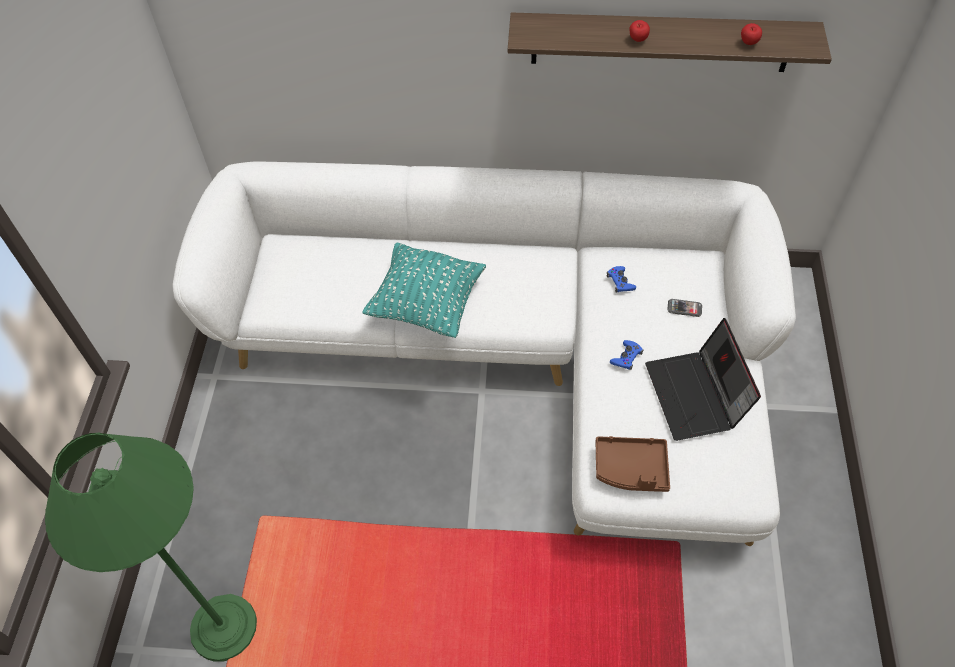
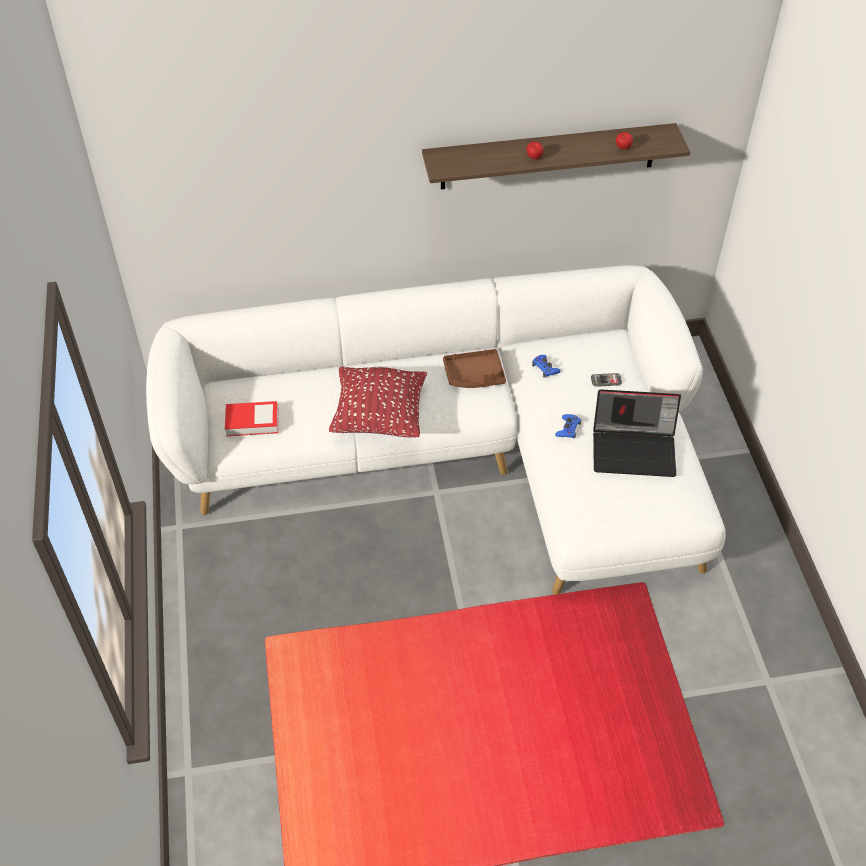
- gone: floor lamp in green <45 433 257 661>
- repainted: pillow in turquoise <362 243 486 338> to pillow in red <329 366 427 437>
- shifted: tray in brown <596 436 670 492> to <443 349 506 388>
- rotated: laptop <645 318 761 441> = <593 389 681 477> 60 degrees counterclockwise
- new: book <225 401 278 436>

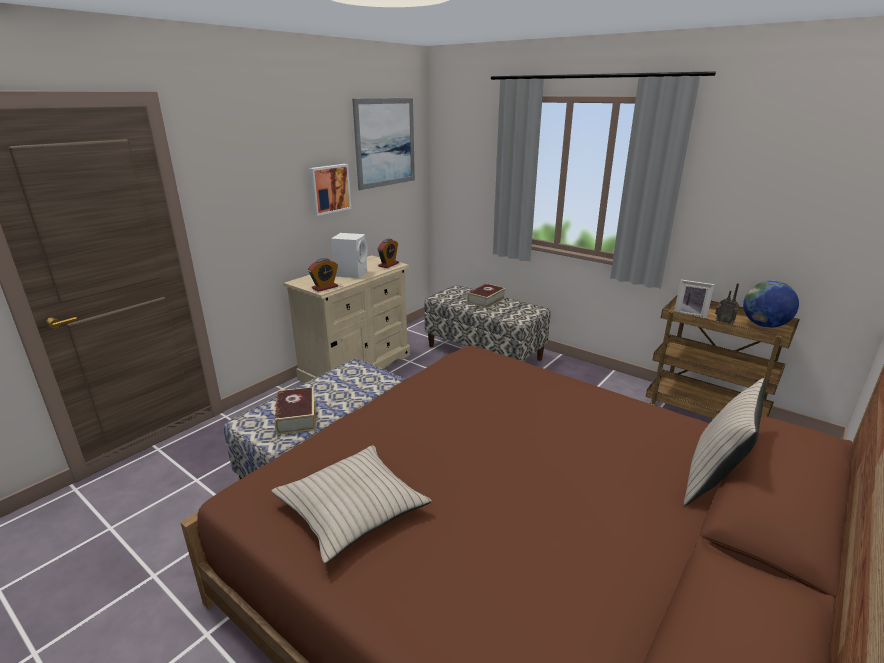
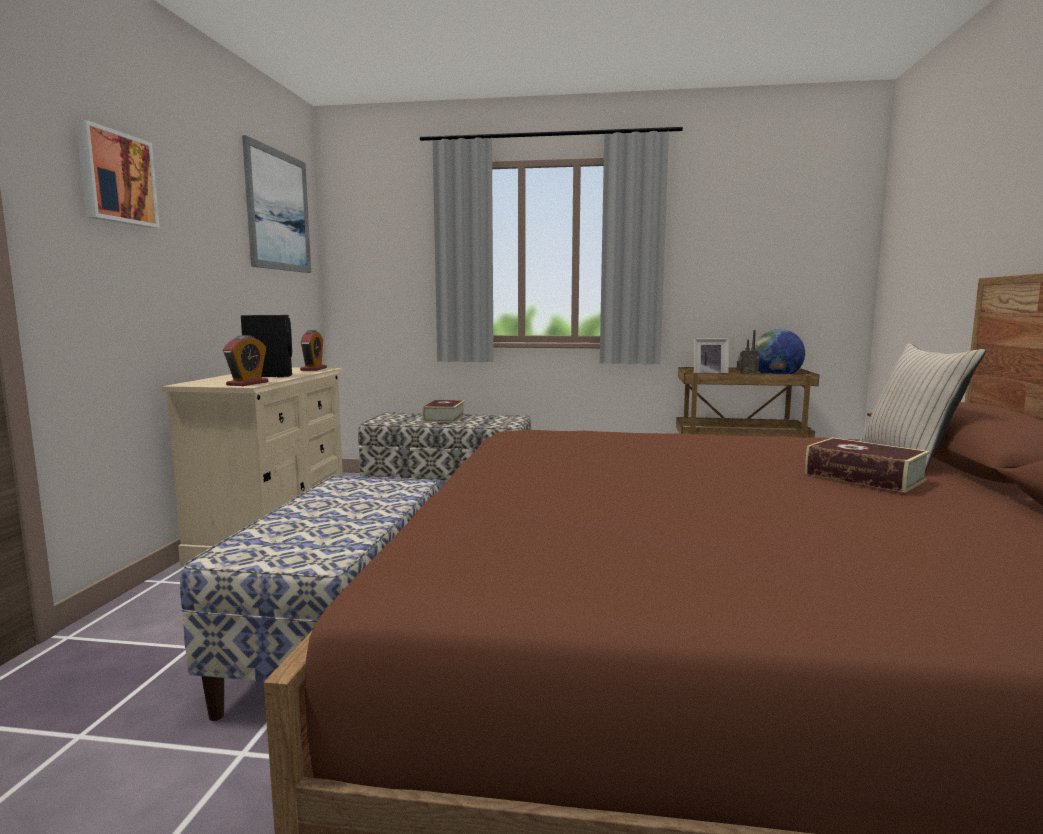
- gone: pillow in beige <271 445 432 564>
- shifted: book <274 387 316 435> to <805 438 930 493>
- shifted: picture <309 164 351 216> to <75 120 160 228>
- repainted: speaker in white <331 233 368 278> to speaker in black <241 315 292 377>

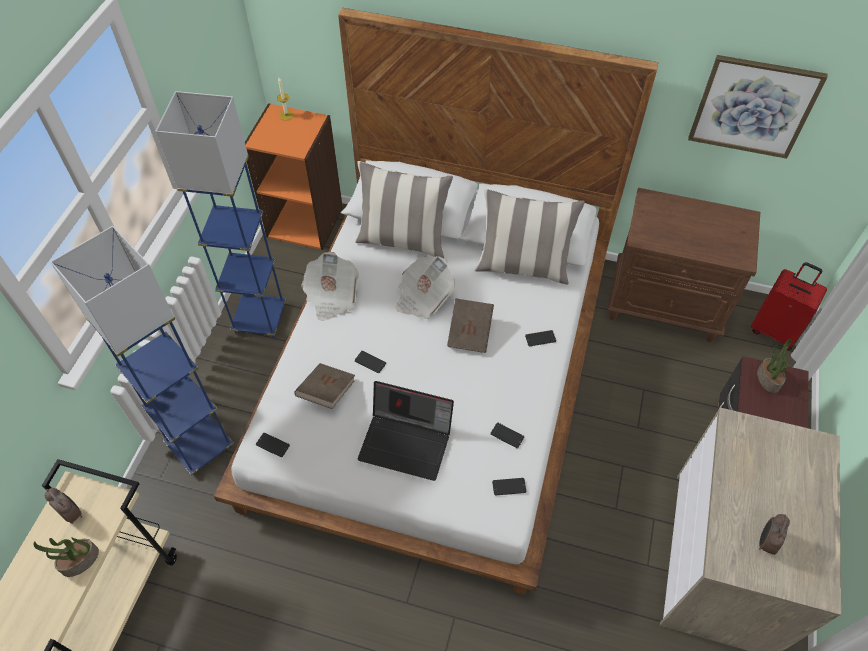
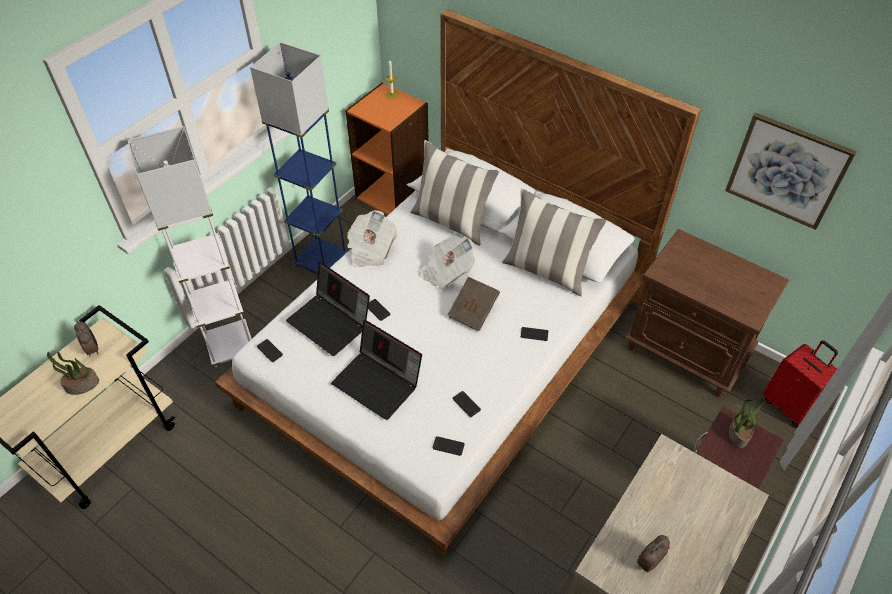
- repainted: floor lamp in blue <51 226 234 475> to floor lamp in white <128 126 252 368>
- swapped: book in brown <294 363 355 409> to laptop <286 262 370 356>

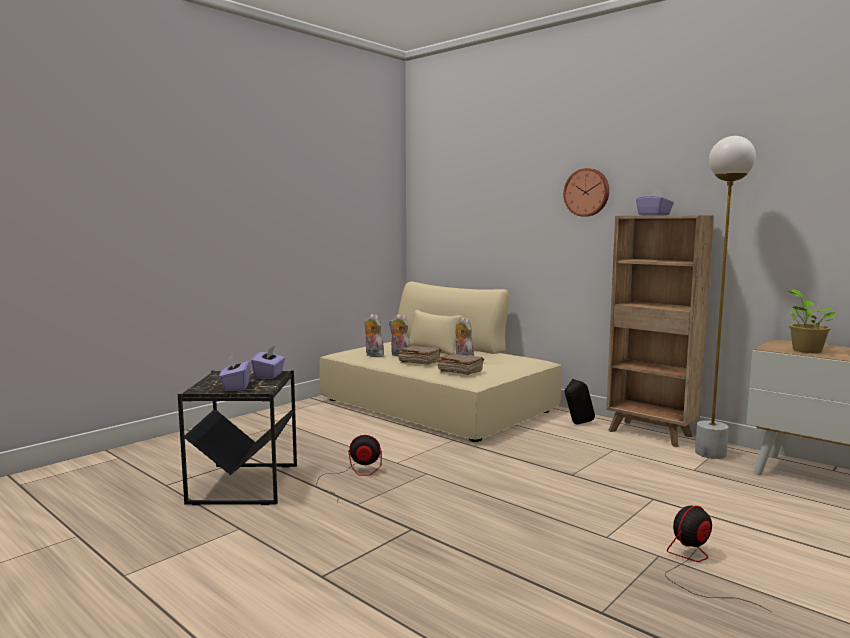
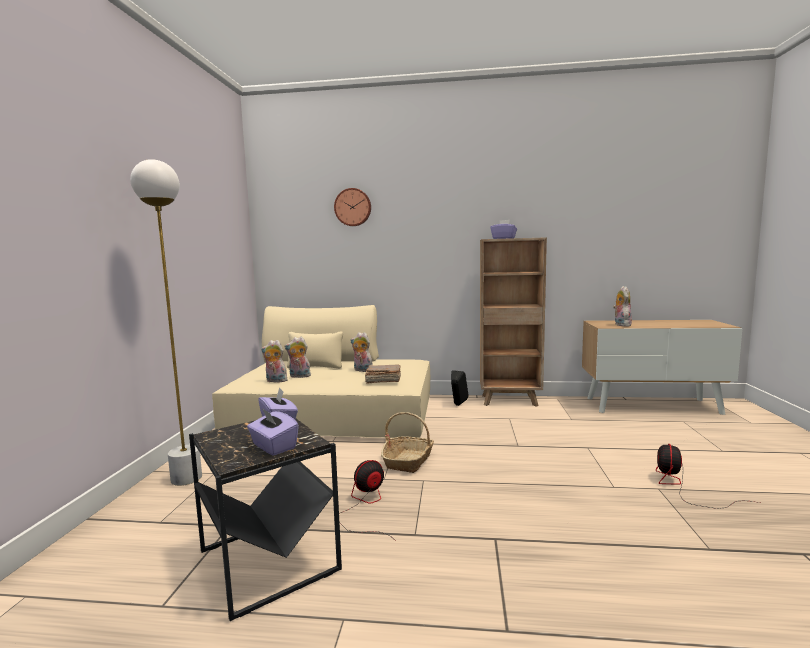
- gone: book in brown <398 345 441 365>
- shifted: wall clock <563 168 609 217> to <334 188 371 226>
- shifted: floor lamp in white <695 136 756 459> to <130 159 202 486>
- swapped: potted plant <788 289 839 353> to plush toy <613 286 632 327>
- new: basket <381 412 434 473>

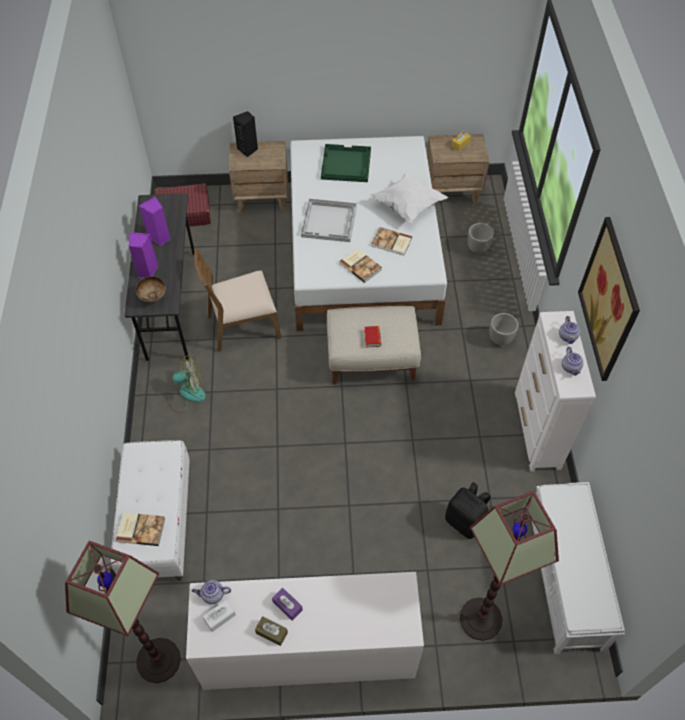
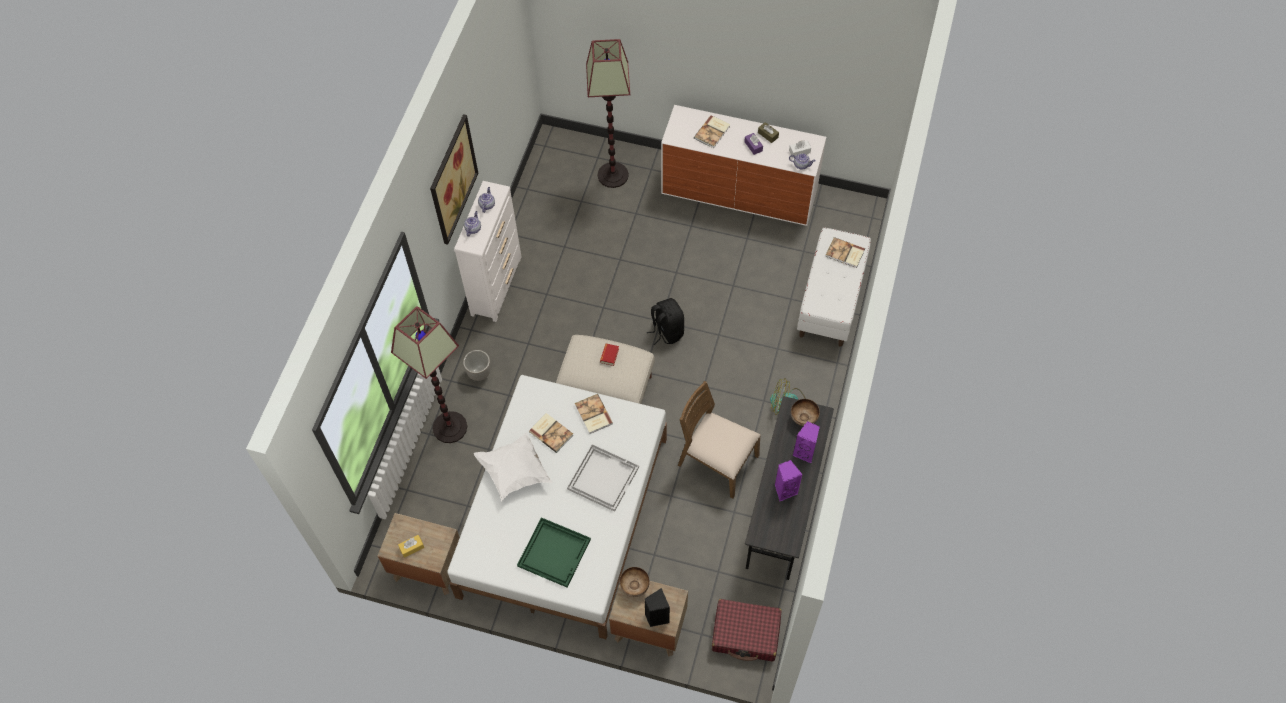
- shifted: floor lamp <65 541 181 683> to <391 306 467 443>
- rotated: chair in brown <194 248 281 352> = <678 381 761 499> 150 degrees counterclockwise
- shifted: backpack in black <445 482 491 539> to <647 298 684 345>
- gone: planter <468 223 494 254>
- gone: bench in white <528 482 625 654>
- new: bowl <620 567 650 597>
- new: book <694 115 730 148>

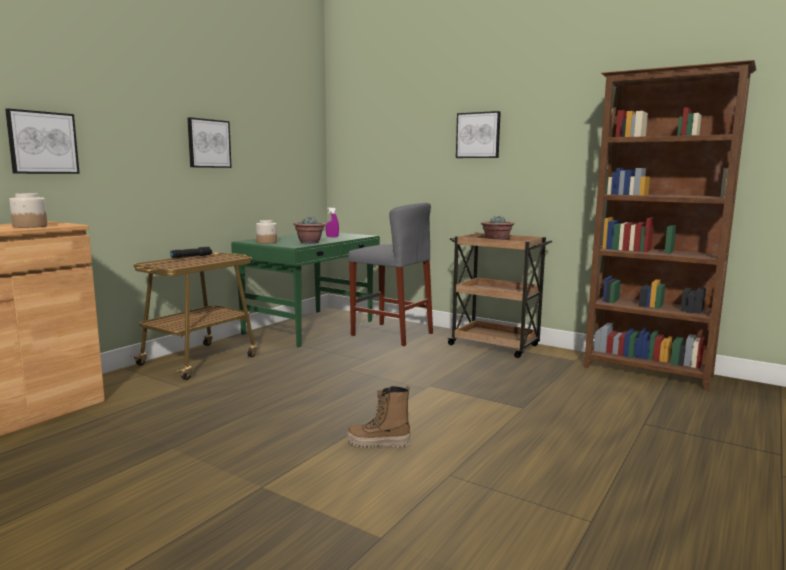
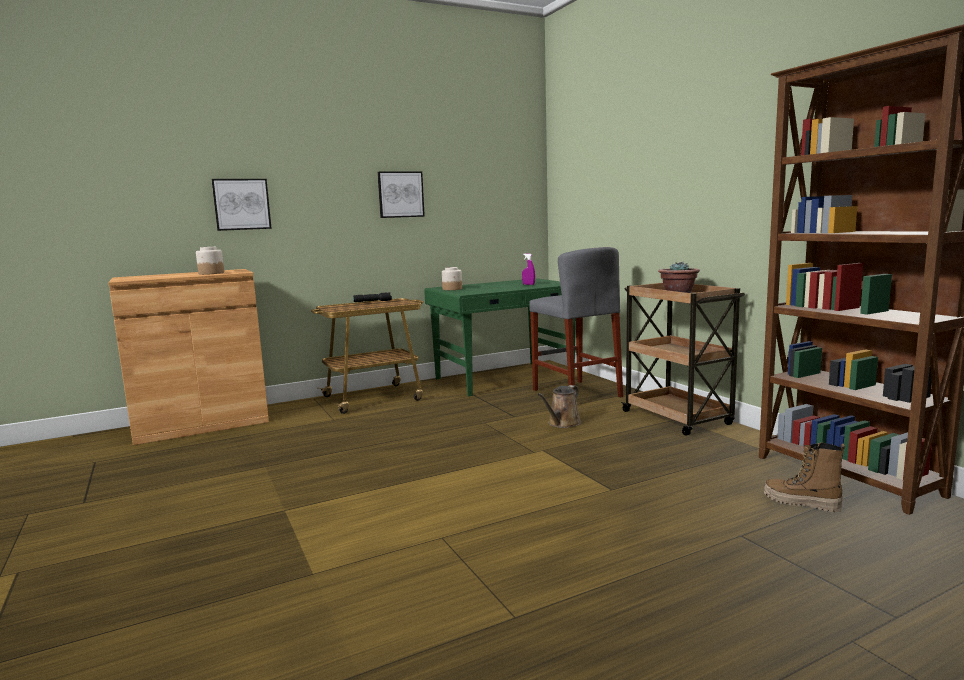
- gone: potted plant <293 217 326 244>
- shifted: boot <347 385 410 448> to <764 442 845 512>
- gone: picture <456 111 501 158>
- new: watering can in brown <537 385 581 428>

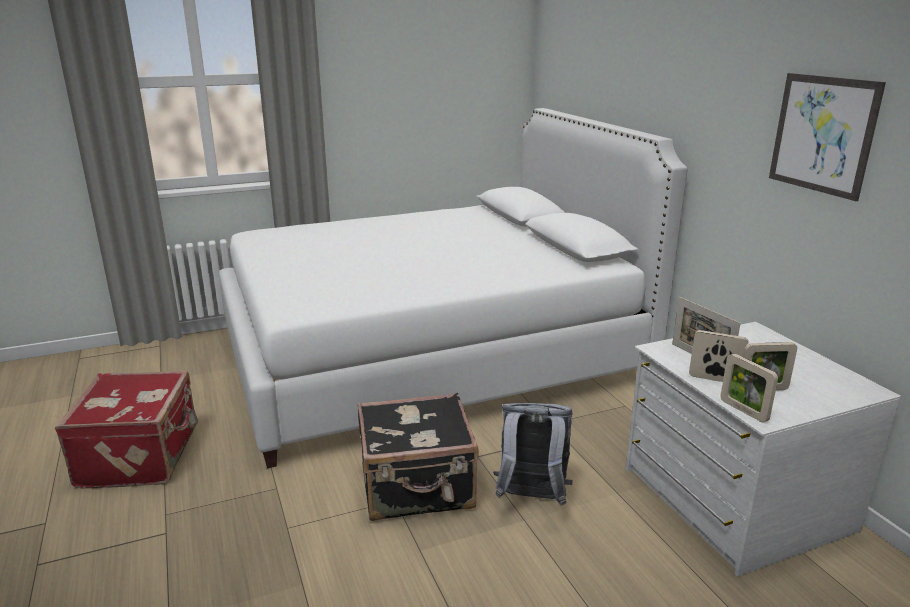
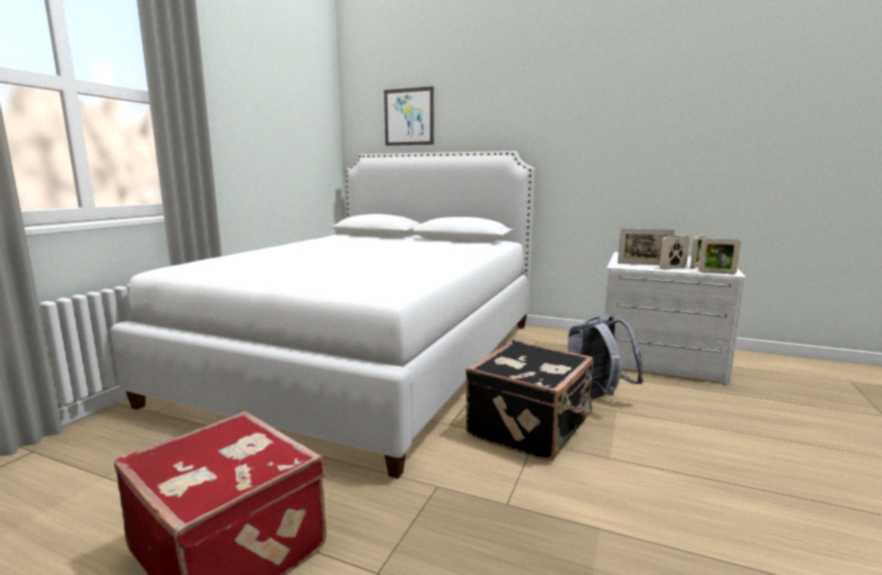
- shifted: picture <769 73 886 201> to <384 86 434 146>

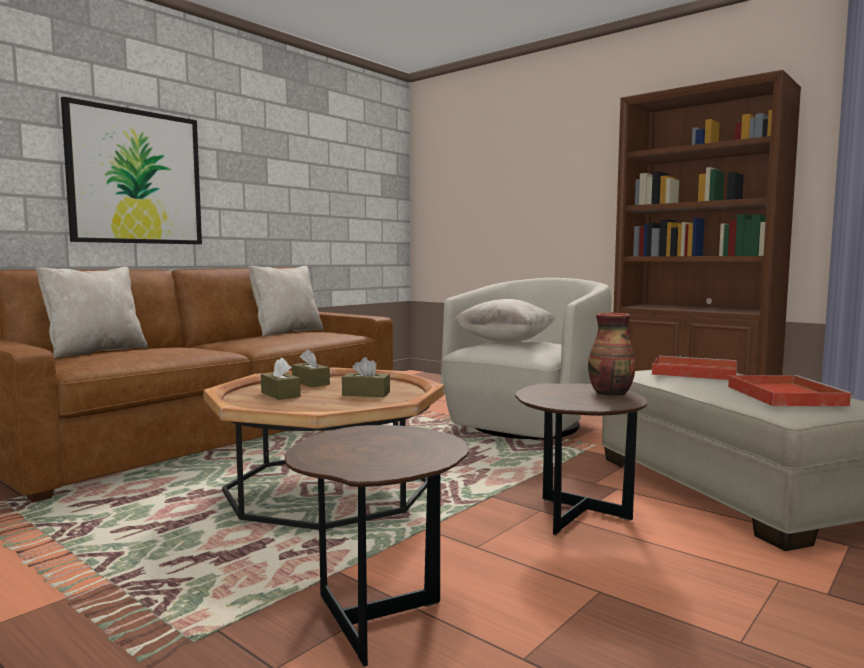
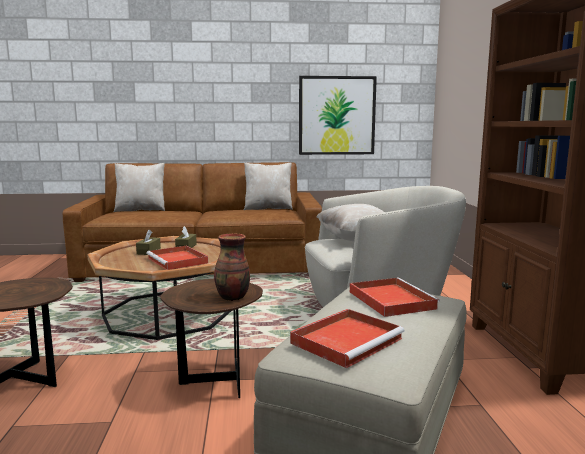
- shifted: picture <61 97 202 244> to <299 76 377 155>
- swapped: tissue box in brown <342 357 390 397> to tray in red <146 246 208 270>

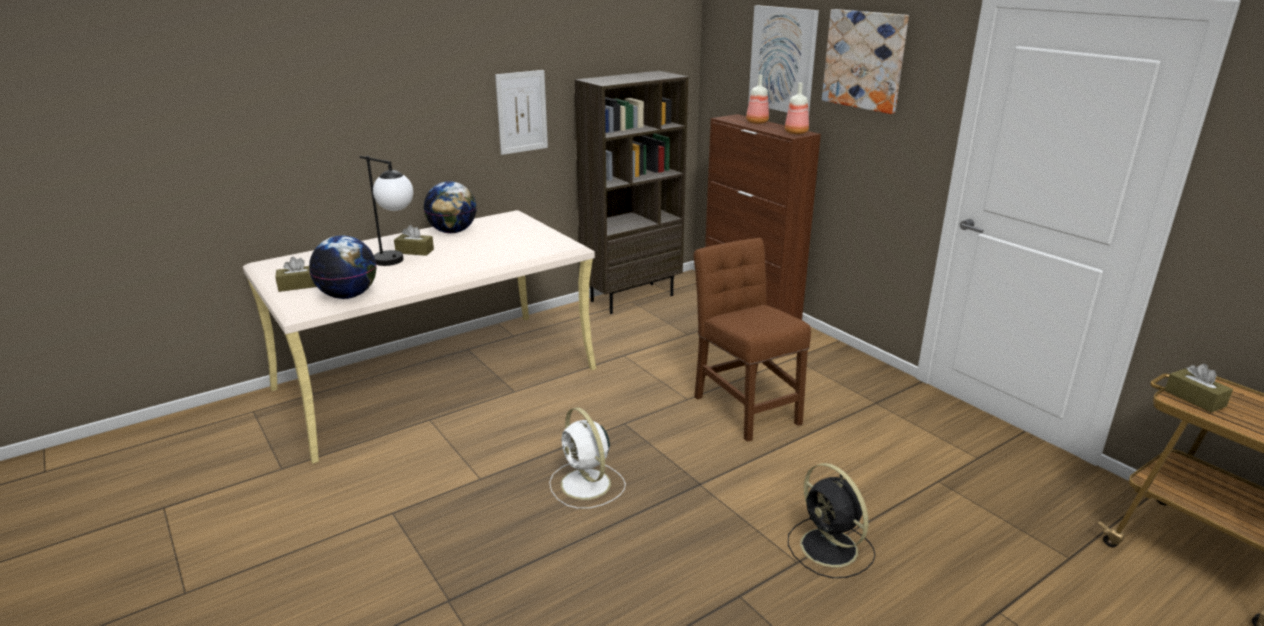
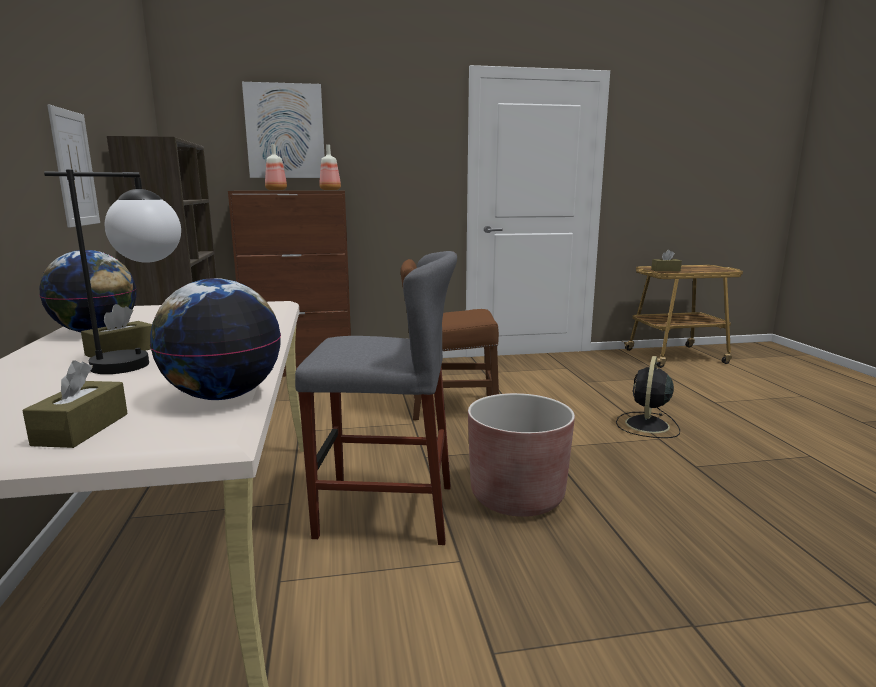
- swapped: fan in white <549 407 626 509> to planter in brown <468 393 575 517>
- rotated: fan in black <788 463 875 578> = <616 356 680 438> 120 degrees clockwise
- gone: picture <822 9 909 114>
- new: stool in grey <295 251 457 545>

